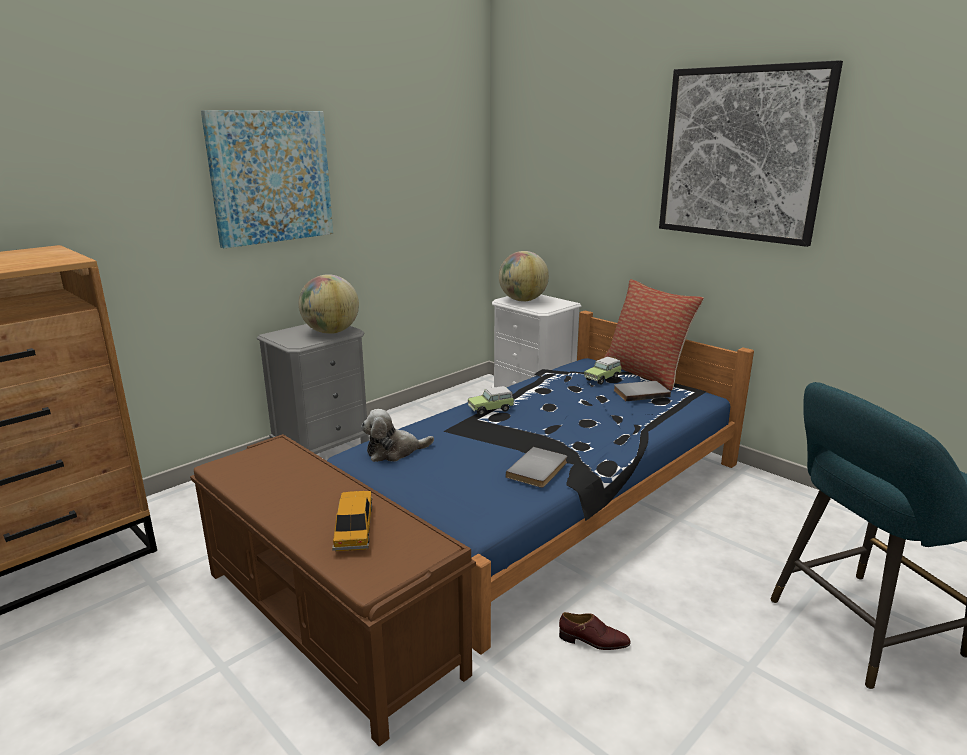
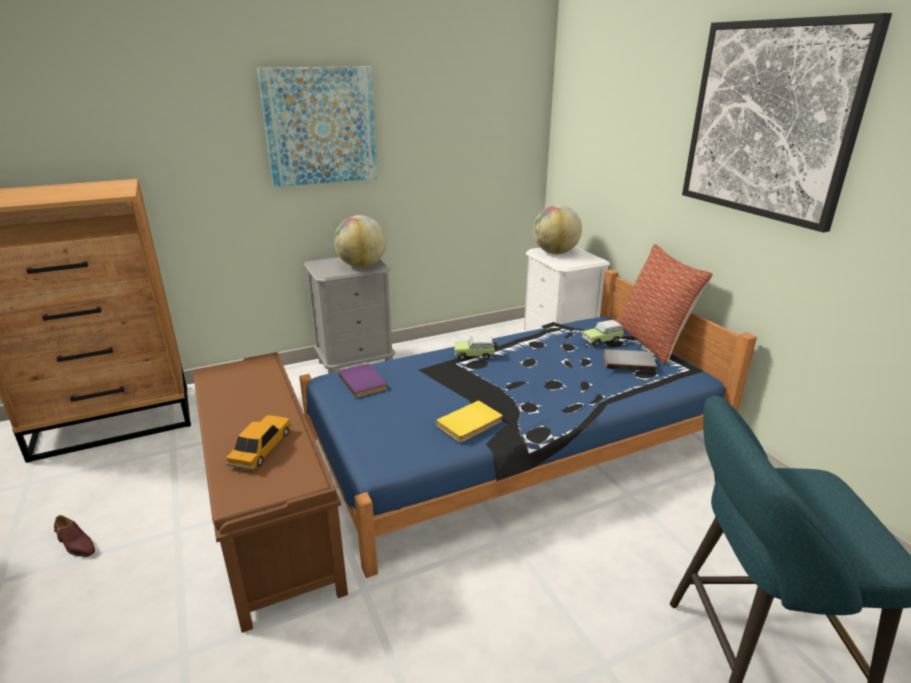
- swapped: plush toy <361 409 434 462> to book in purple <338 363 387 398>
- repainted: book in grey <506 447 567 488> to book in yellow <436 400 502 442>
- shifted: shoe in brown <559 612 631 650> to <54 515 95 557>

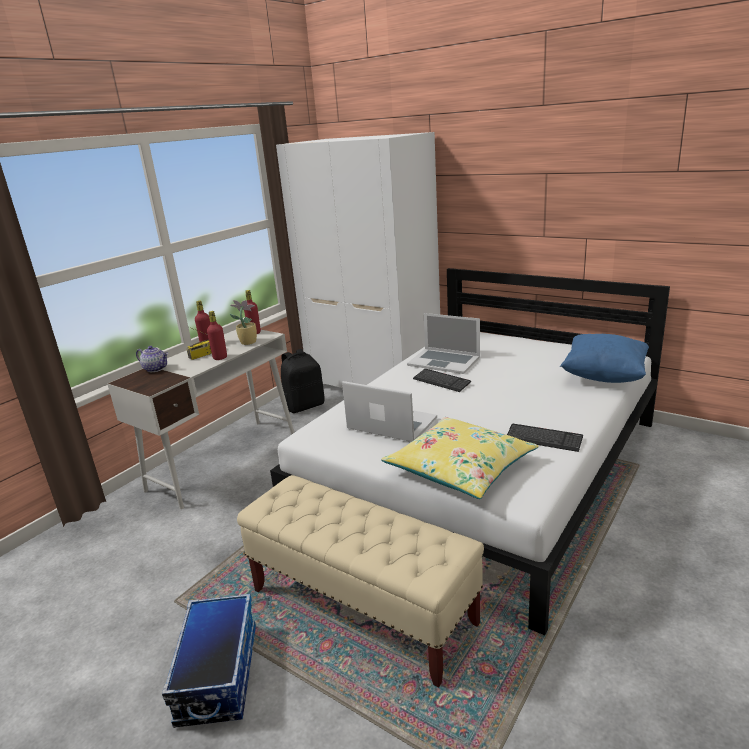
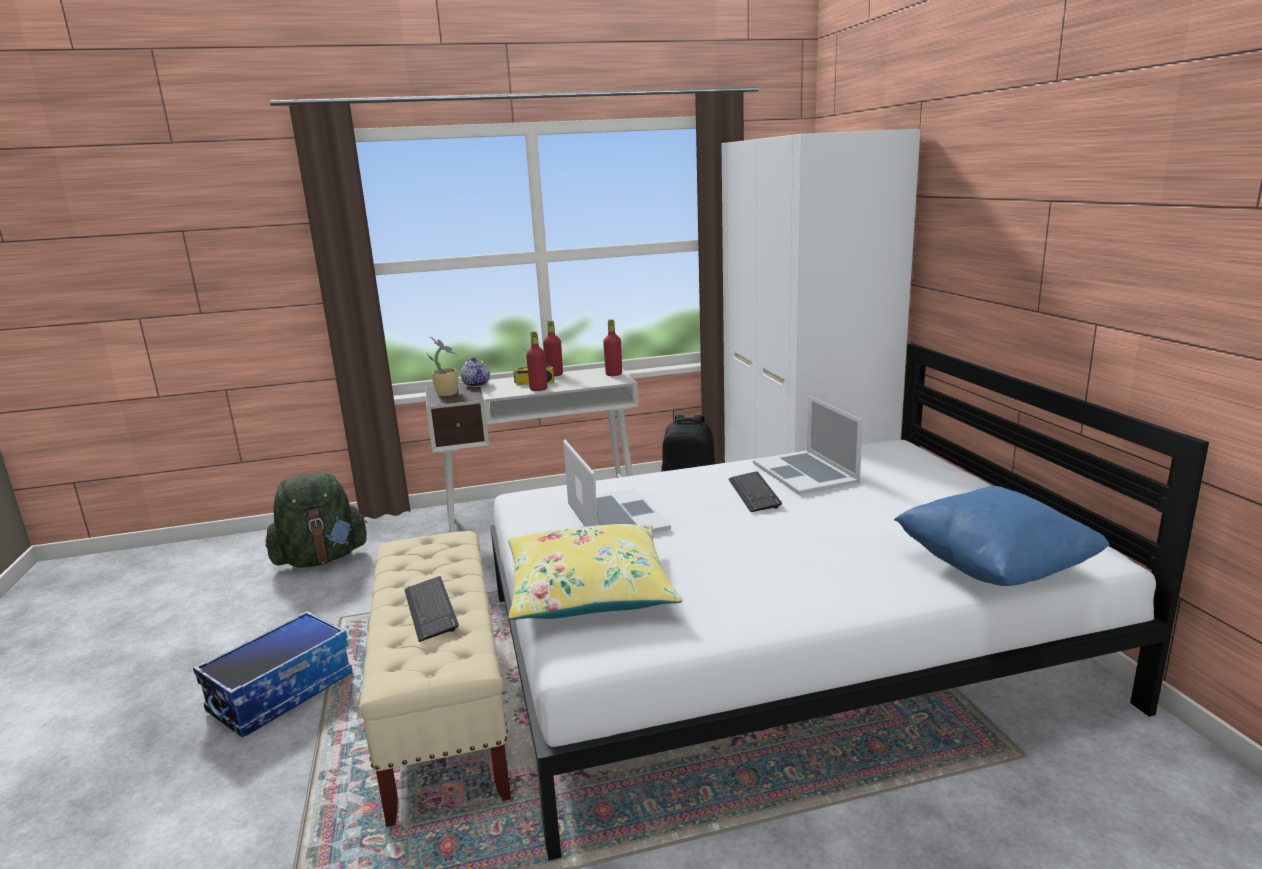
- shifted: potted plant <229 300 257 345> to <426 337 458 396>
- shifted: keyboard <507 424 583 452> to <404 576 459 642>
- new: backpack in green <265 472 368 567>

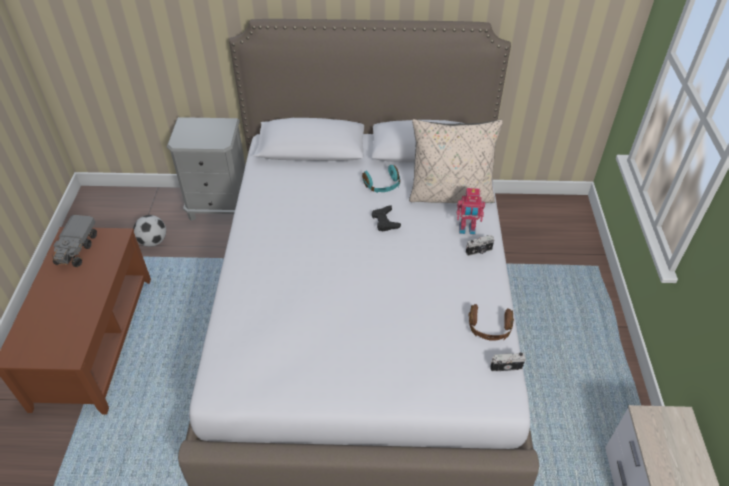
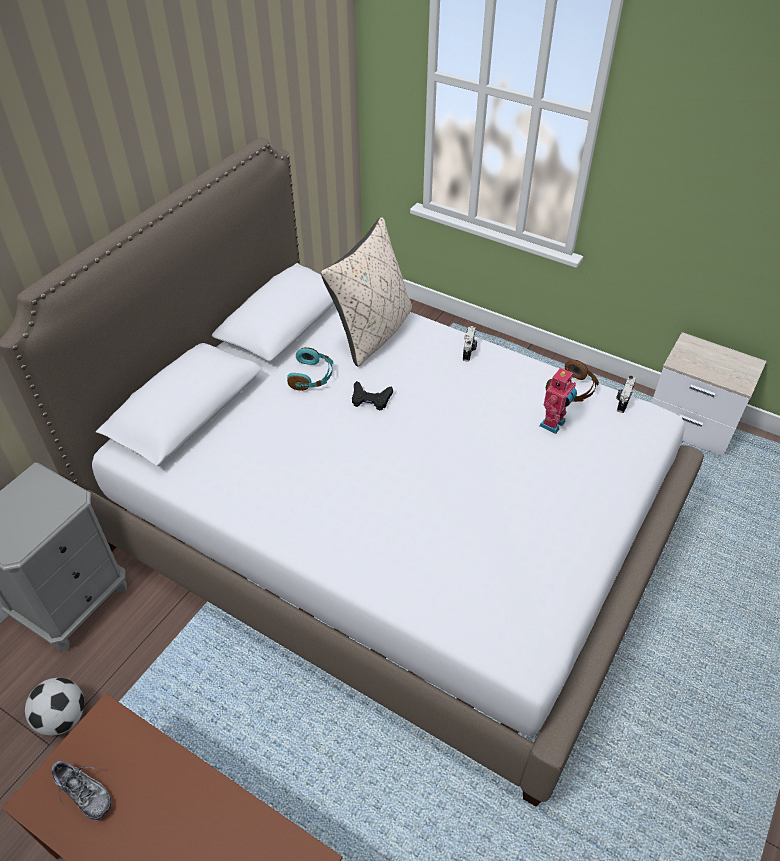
- swapped: toy truck <52 215 97 267> to shoe <51 760 111 820>
- shifted: toy robot <457 188 485 235> to <539 368 577 434>

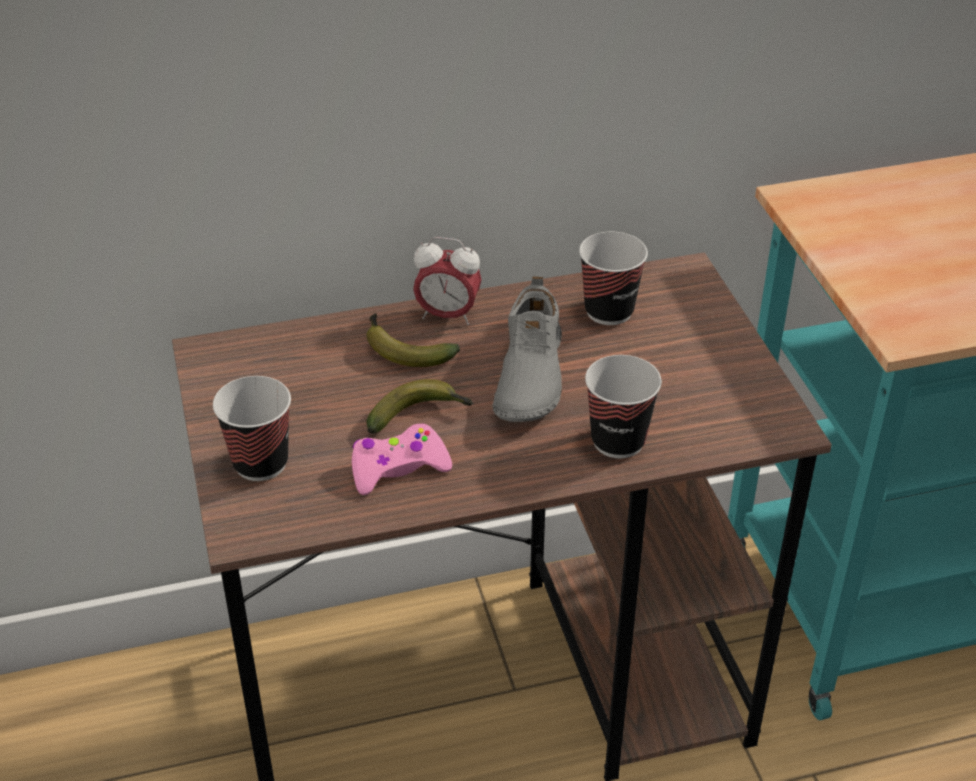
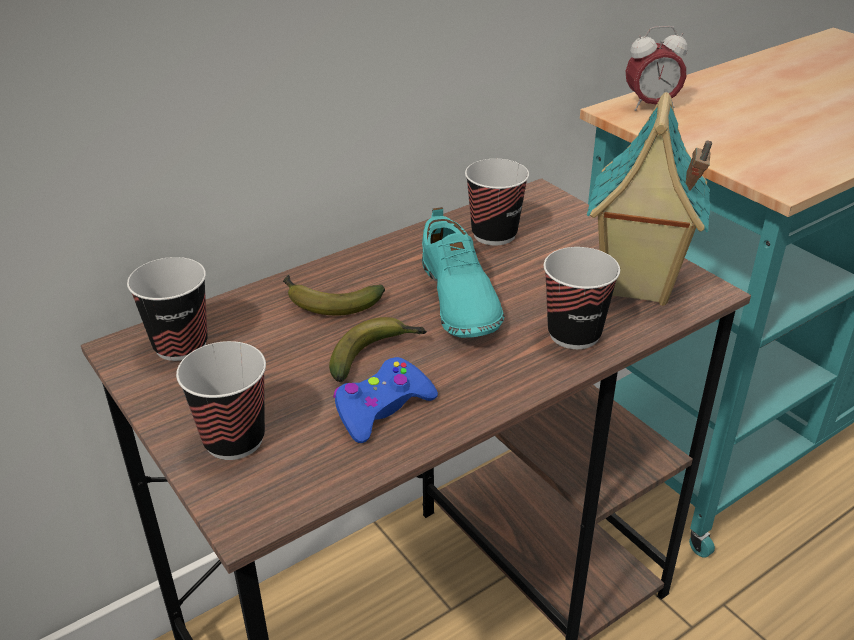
- repainted: game controller in pink <352 424 452 495> to game controller in blue <333 357 438 443>
- shifted: alarm clock <413 237 481 325> to <626 26 688 111>
- repainted: shoe in grey <493 277 562 422> to shoe in turquoise <422 207 505 338>
- new: cup <127 257 208 361>
- new: toy house <587 92 712 306>

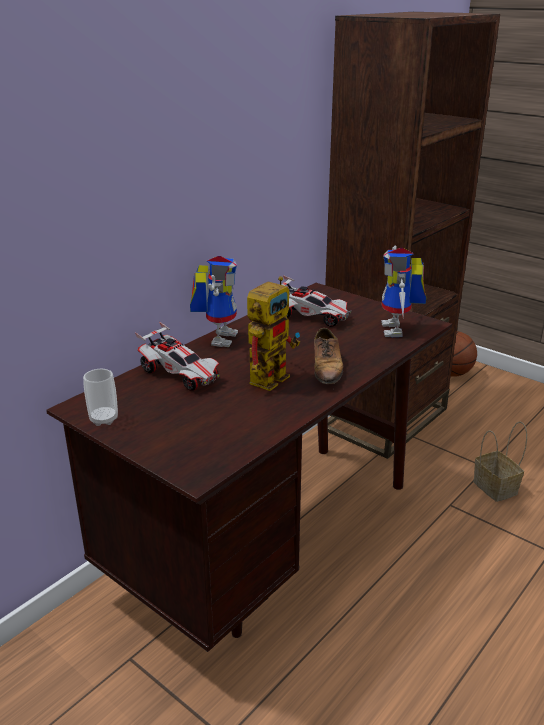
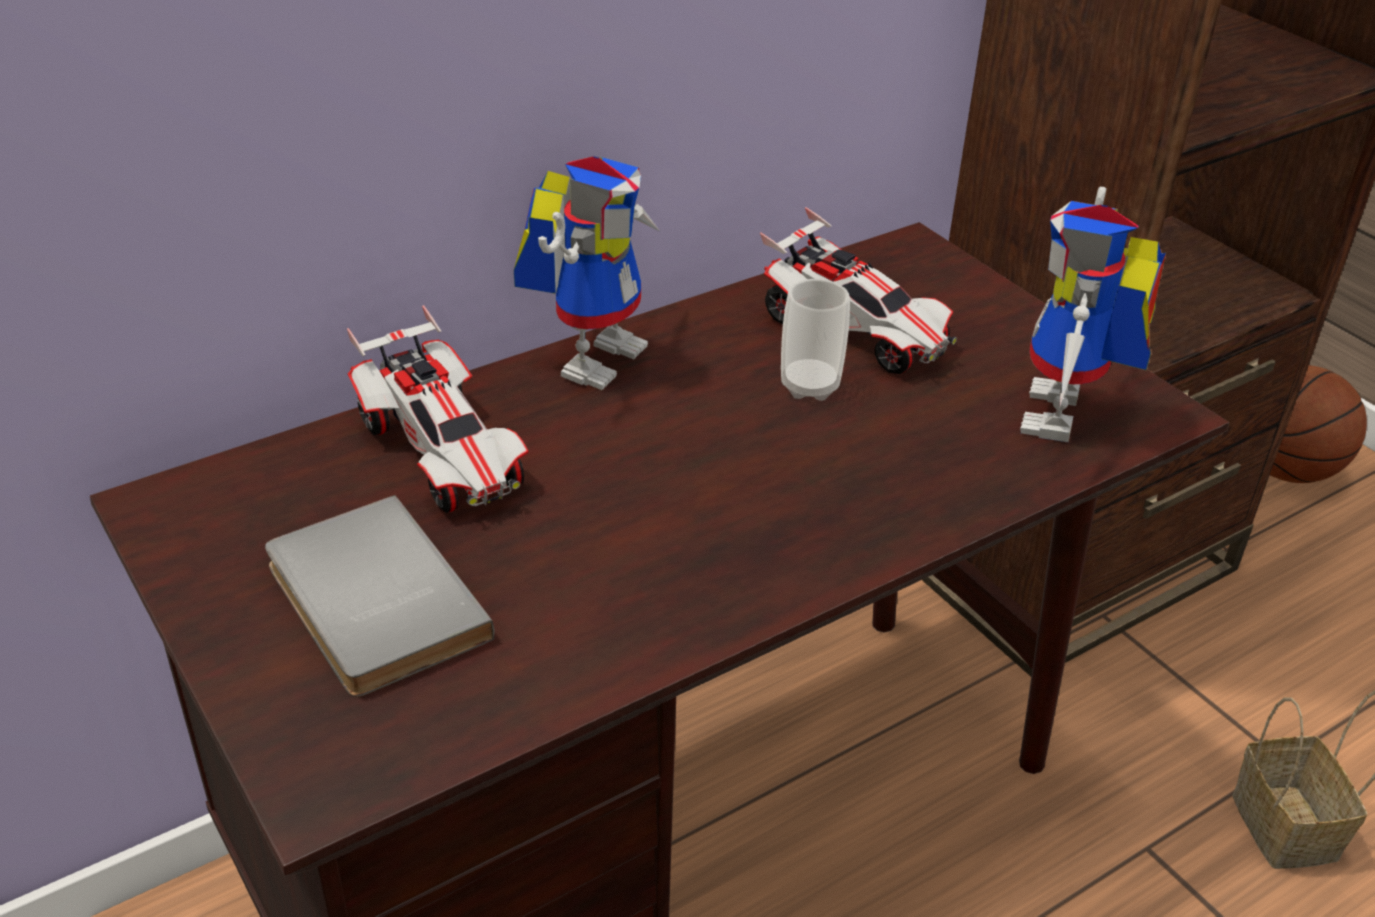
- shifted: cup <83 369 118 426> to <781 279 850 401>
- gone: toy robot <247 276 300 391>
- gone: shoe <314 328 343 384>
- new: book in grey <265 495 495 697>

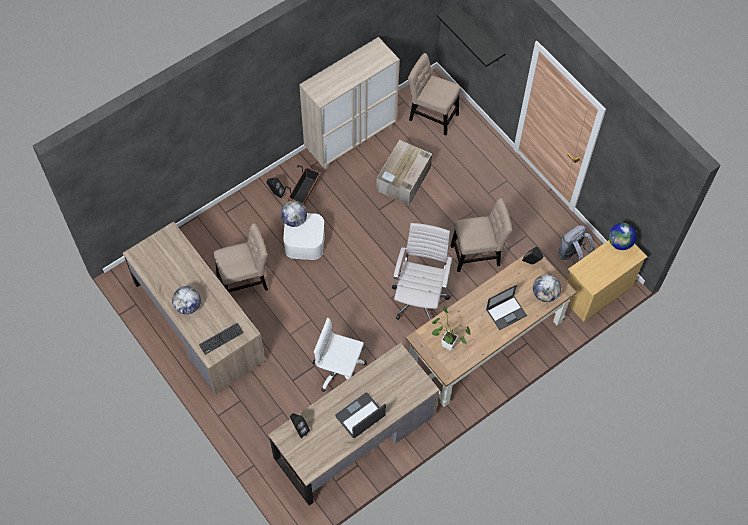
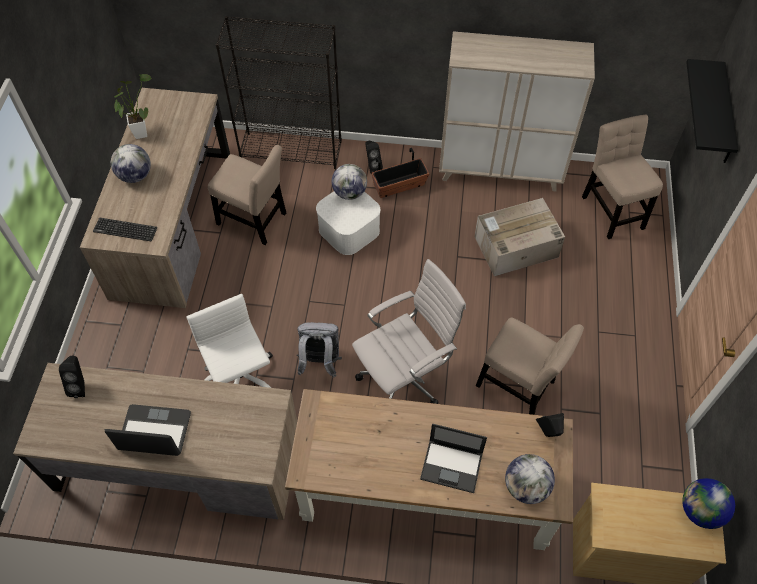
- shifted: potted plant <431 306 470 351> to <114 74 151 139>
- shifted: backpack in grey <558 225 594 264> to <297 322 342 378>
- new: bookcase in black <215 16 341 169>

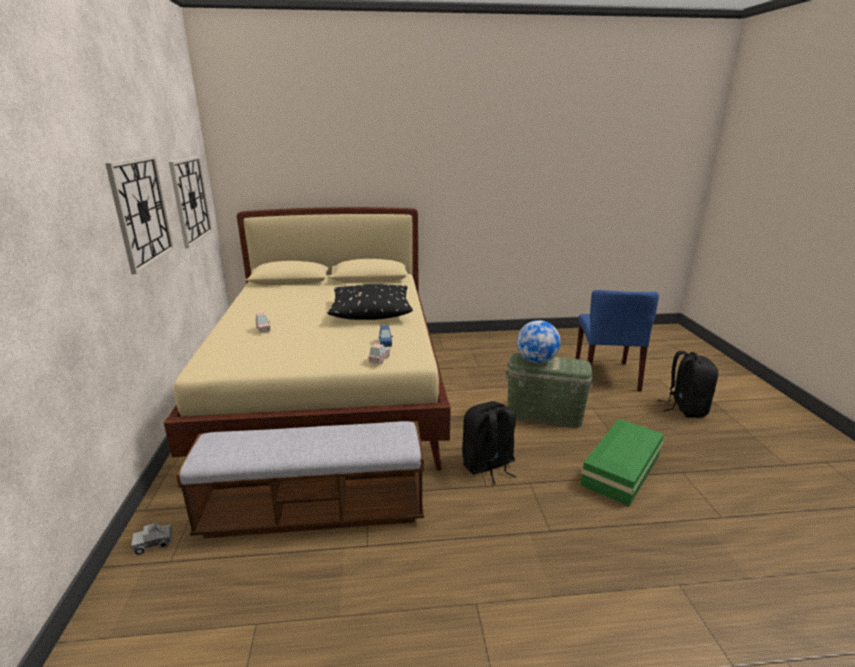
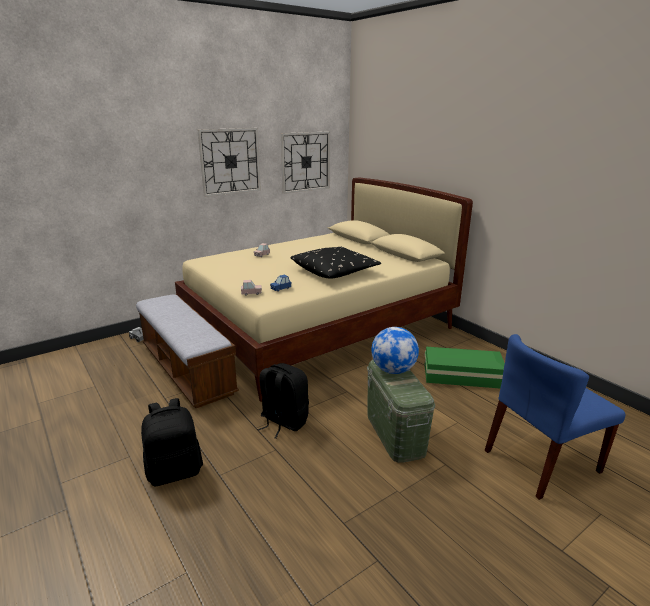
- shifted: storage box in green <581 419 664 506> to <425 347 505 388>
- shifted: backpack in black <658 351 718 418> to <141 398 203 487>

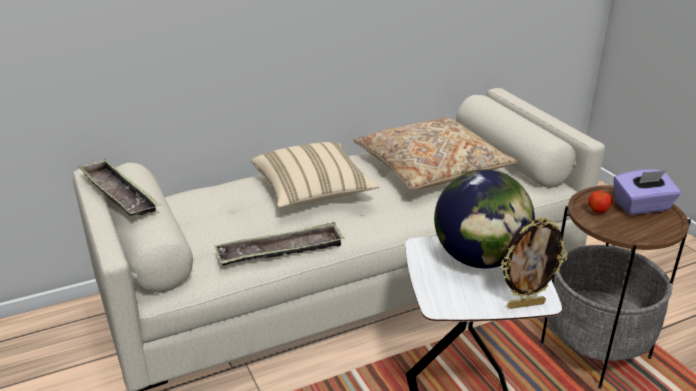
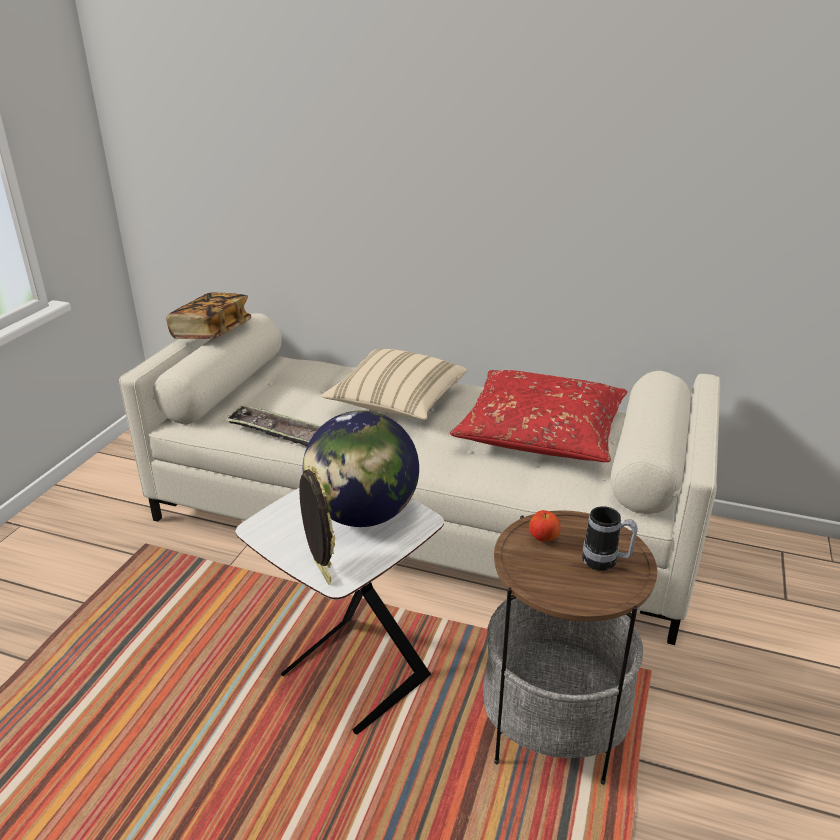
- swapped: tray <78 159 161 215> to book <166 292 251 339>
- repainted: pillow in beige <353 118 518 190> to pillow in red <450 370 628 462>
- rotated: picture frame <500 217 568 309> = <299 466 335 585> 150 degrees counterclockwise
- swapped: tissue box in purple <614 169 681 215> to mug <582 506 638 571>

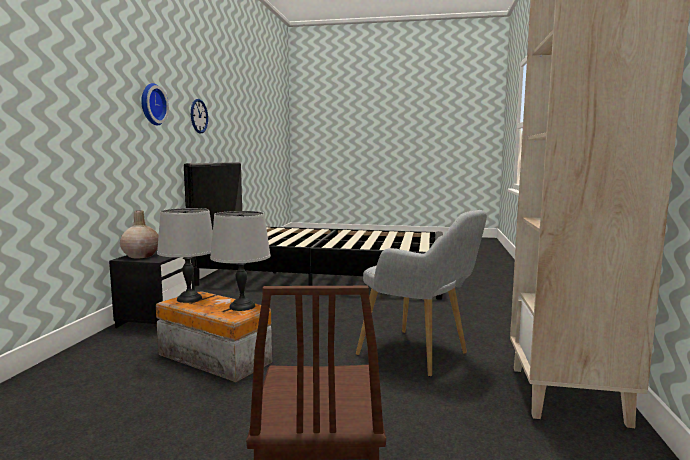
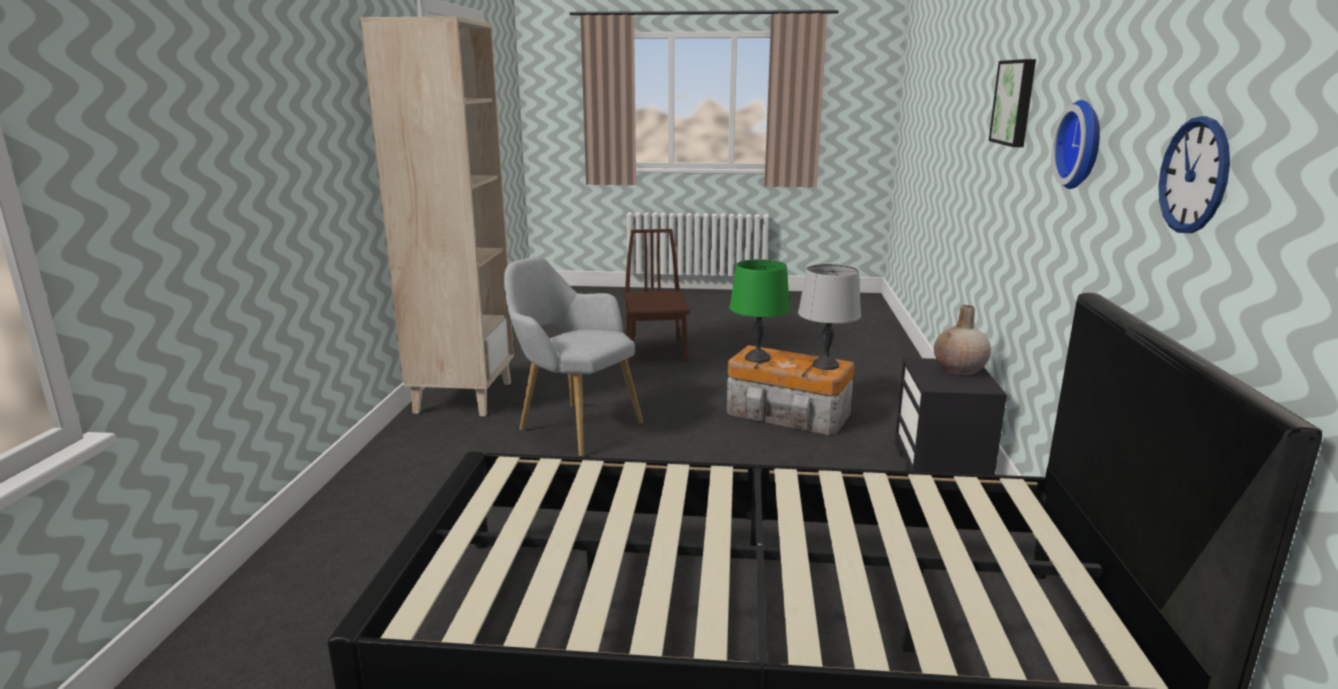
- repainted: table lamp in grey <210 211 271 311> to table lamp in green <729 259 790 363>
- new: picture <989 59 1036 147>

